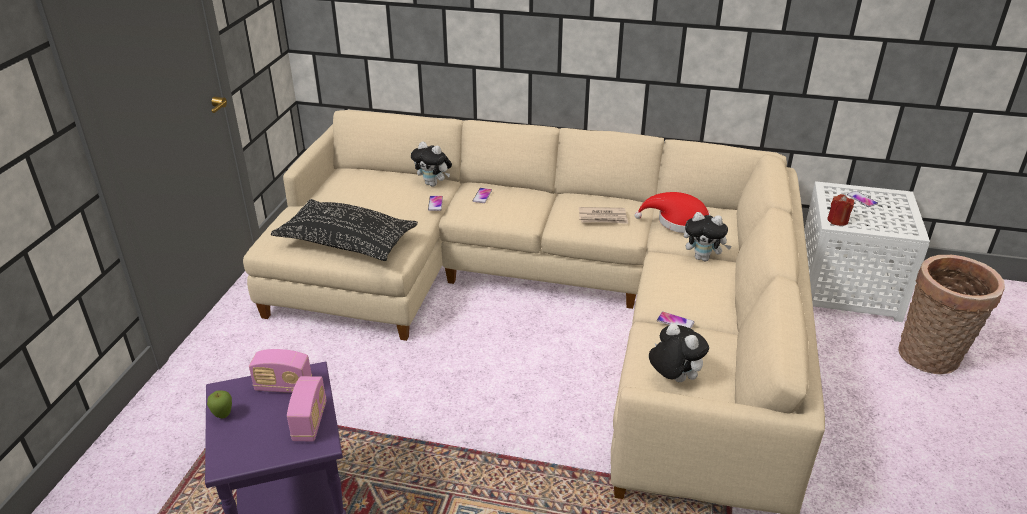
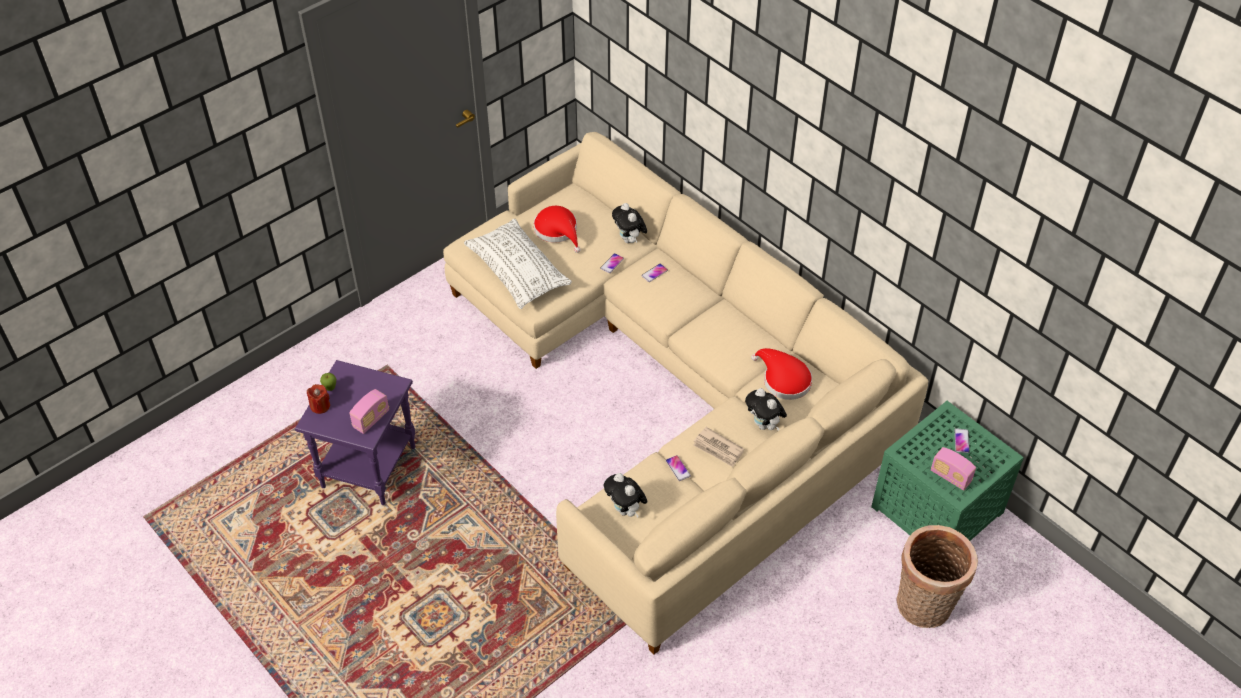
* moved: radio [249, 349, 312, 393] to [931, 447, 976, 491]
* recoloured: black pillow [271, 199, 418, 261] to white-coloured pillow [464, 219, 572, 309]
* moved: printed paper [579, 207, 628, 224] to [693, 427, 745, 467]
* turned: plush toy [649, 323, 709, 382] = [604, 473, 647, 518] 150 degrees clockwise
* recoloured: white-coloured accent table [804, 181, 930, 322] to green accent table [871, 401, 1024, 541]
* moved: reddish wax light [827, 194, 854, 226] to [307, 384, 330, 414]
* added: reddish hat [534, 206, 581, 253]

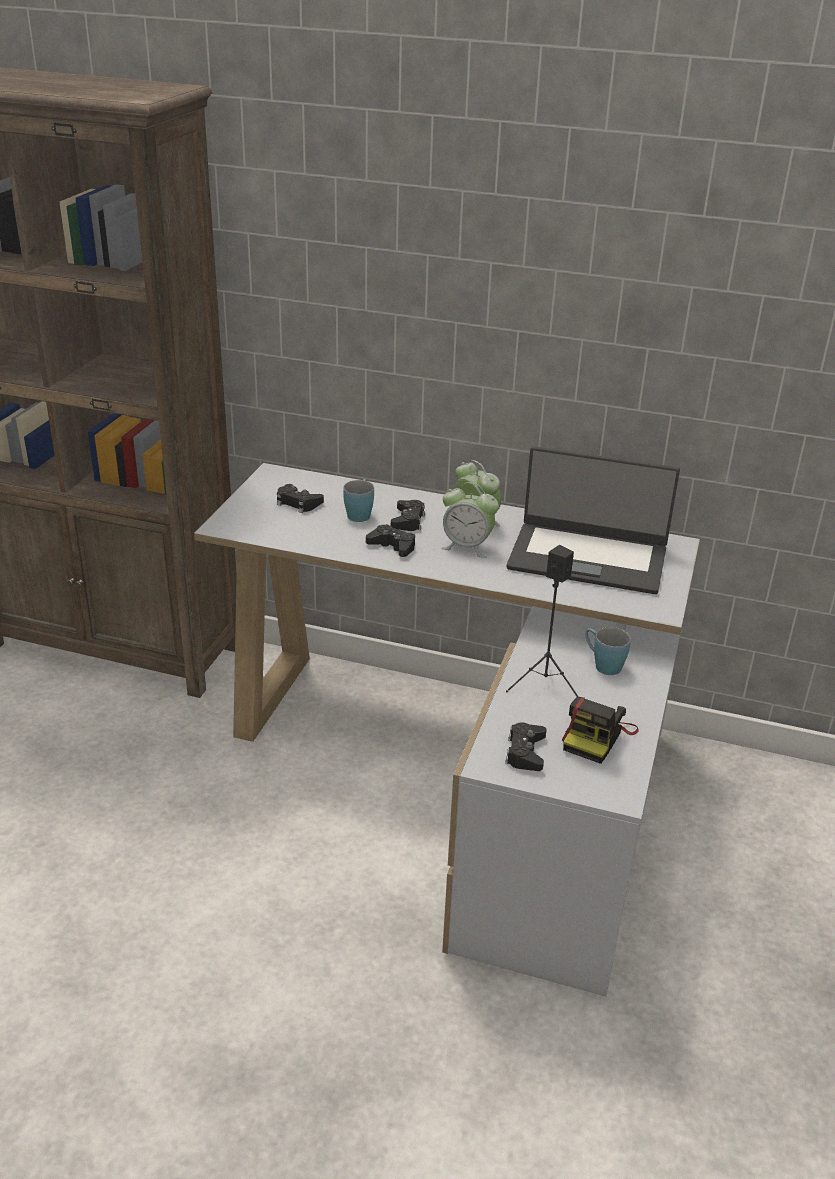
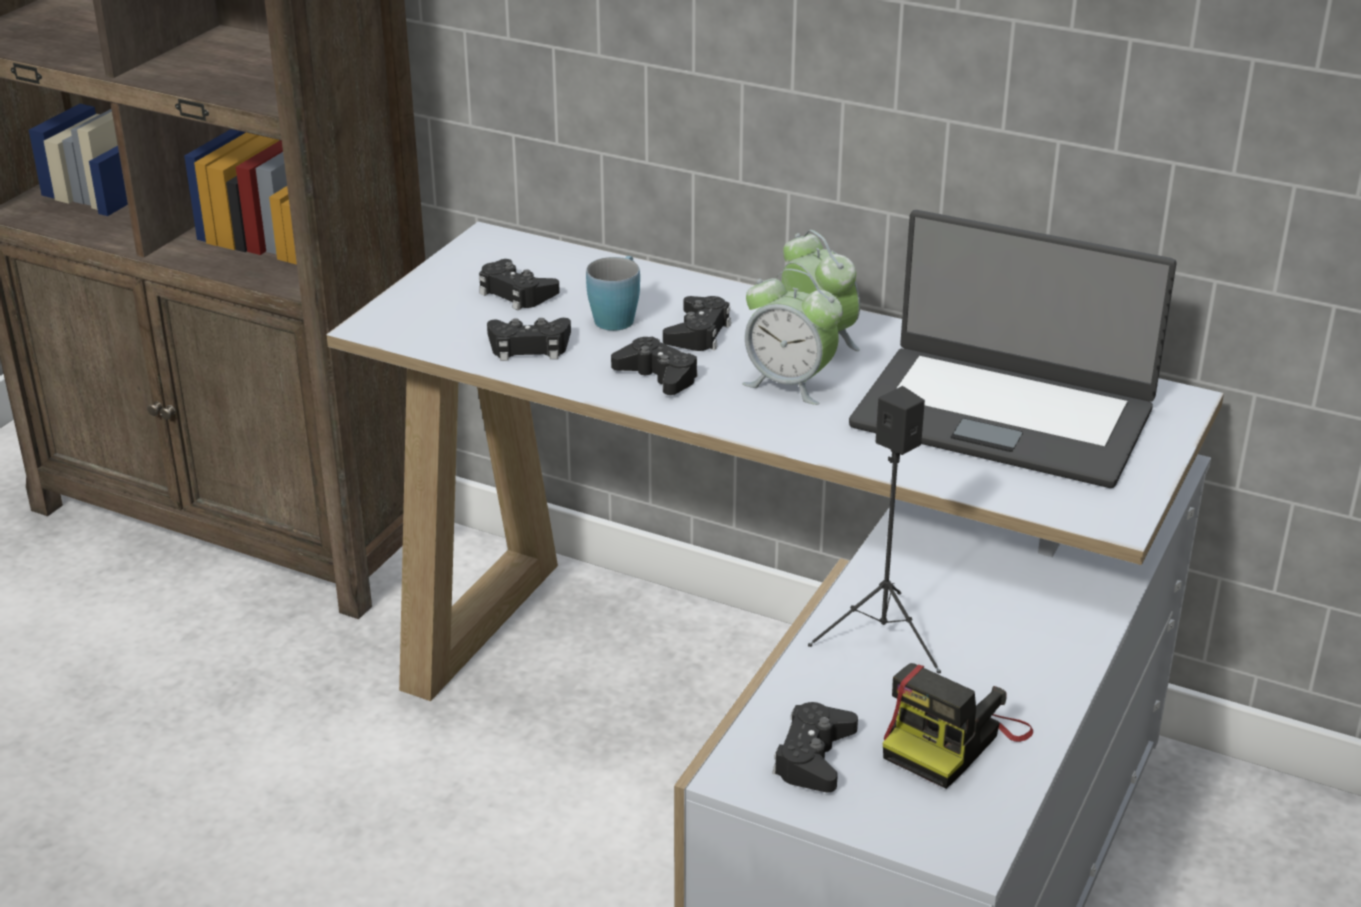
* removed: blue mug [585, 627, 631, 675]
* added: black joypad [487, 318, 571, 361]

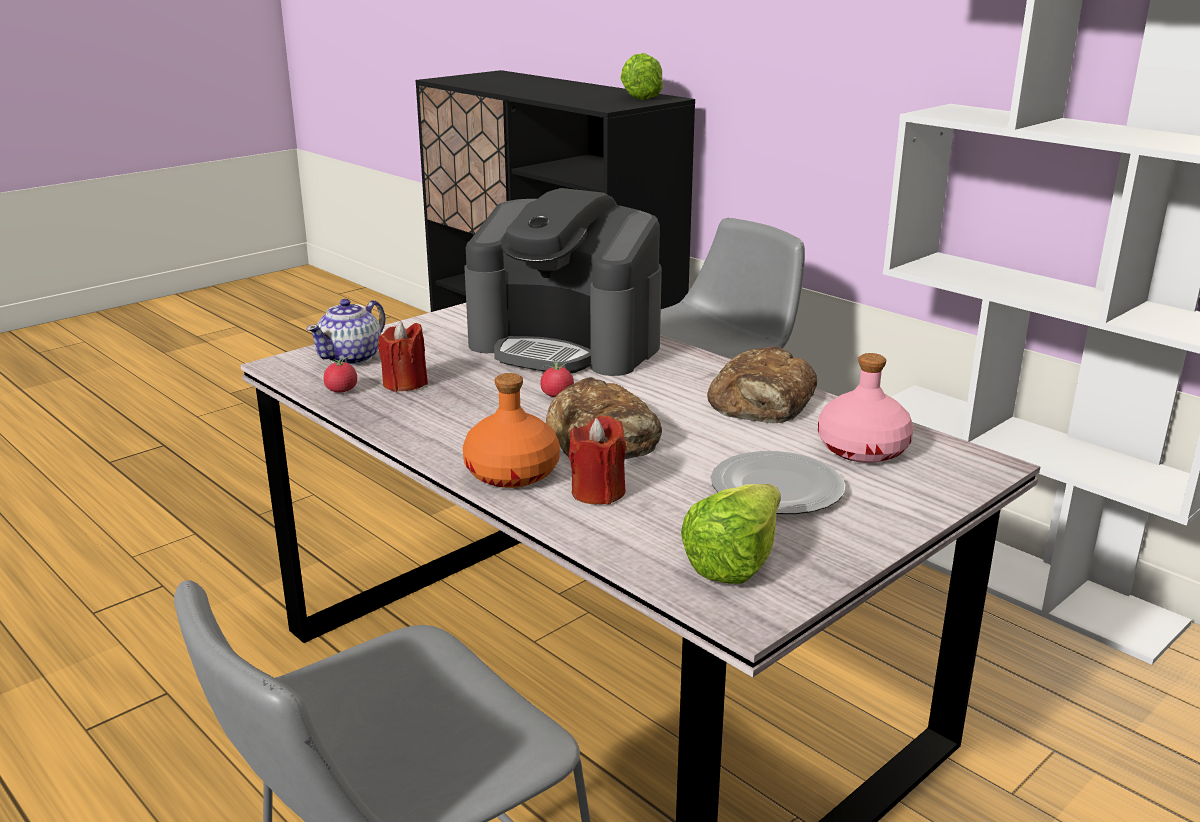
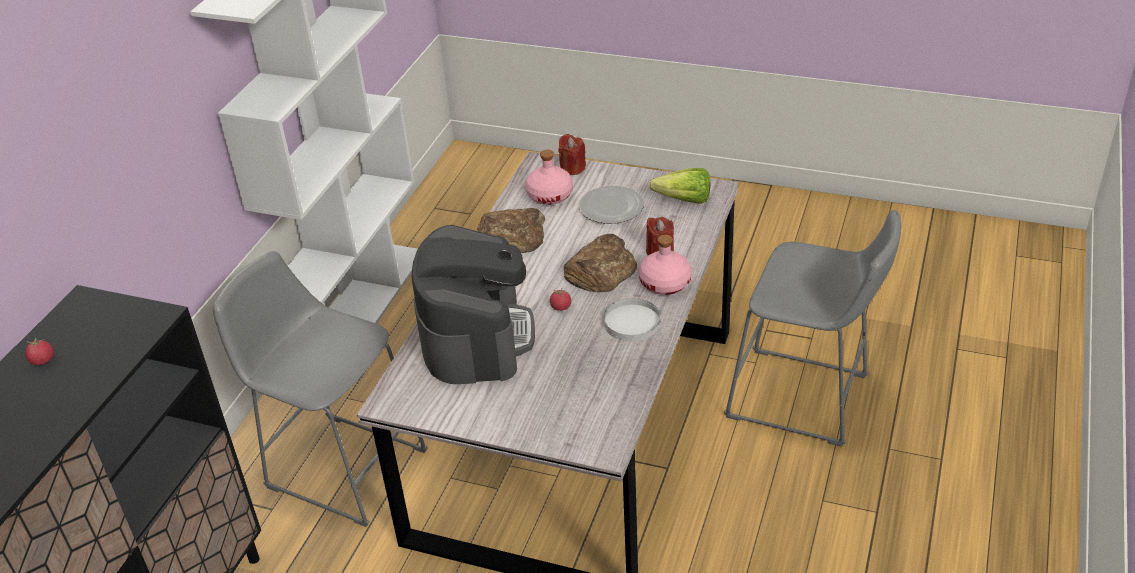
* removed: tea pot [306, 299, 386, 366]
* moved: tomato [323, 357, 357, 392] to [25, 336, 54, 365]
* moved: reddish wax light [378, 321, 428, 392] to [559, 134, 586, 175]
* recoloured: orange-coloured bottle [462, 373, 560, 488] to pink bottle [639, 235, 692, 295]
* removed: lettuce [620, 53, 663, 100]
* added: white-coloured flat dish [604, 298, 660, 342]

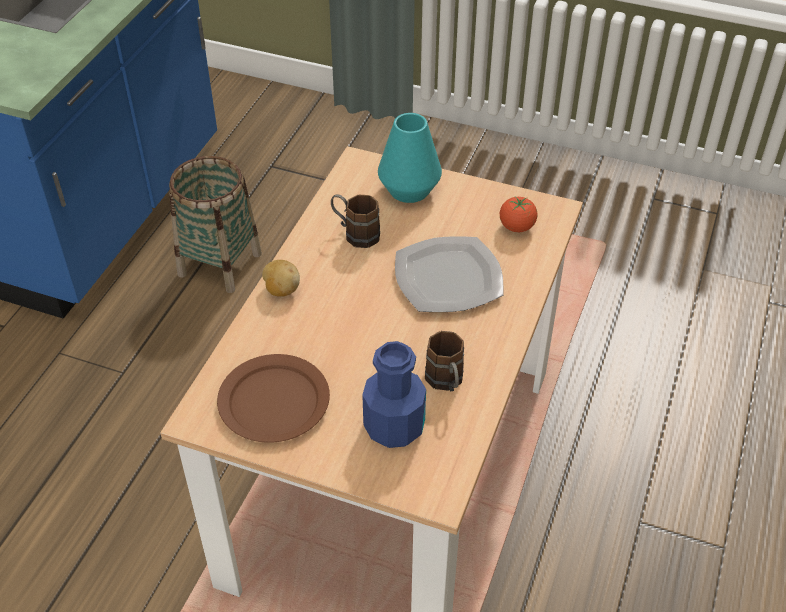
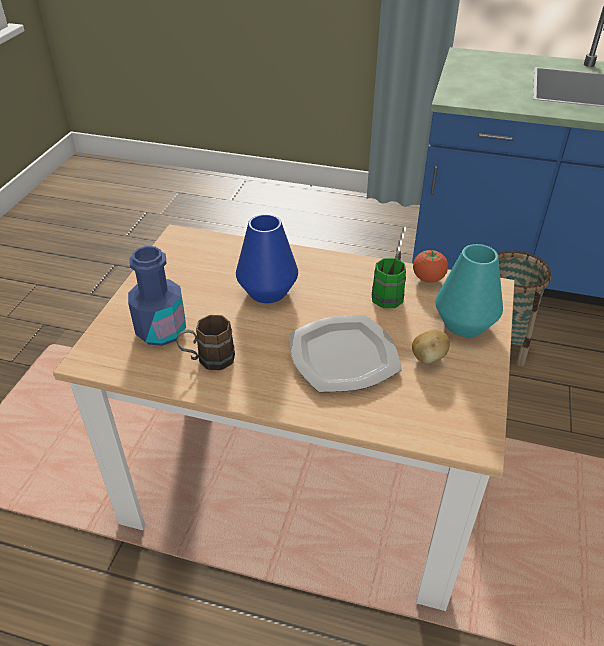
* removed: brown-coloured flat dish [217, 354, 330, 443]
* moved: whole potato [262, 260, 300, 297] to [412, 329, 450, 364]
* recoloured: brown-coloured mug [331, 194, 380, 248] to green mug [372, 251, 406, 308]
* moved: tomato [500, 197, 537, 232] to [413, 250, 448, 283]
* added: blue flower vase [236, 214, 298, 303]

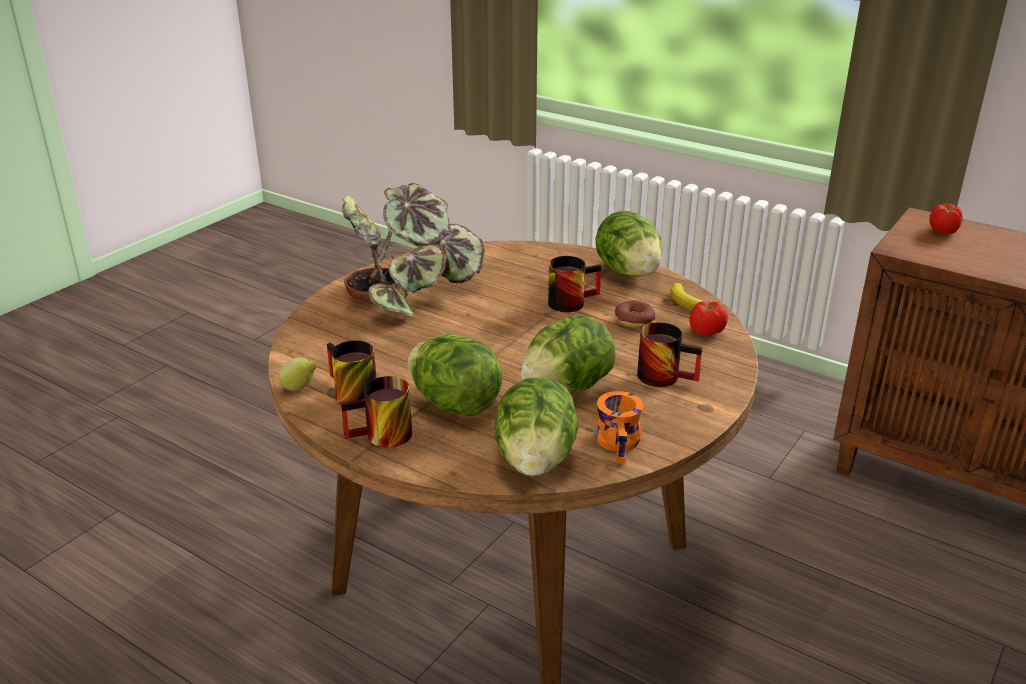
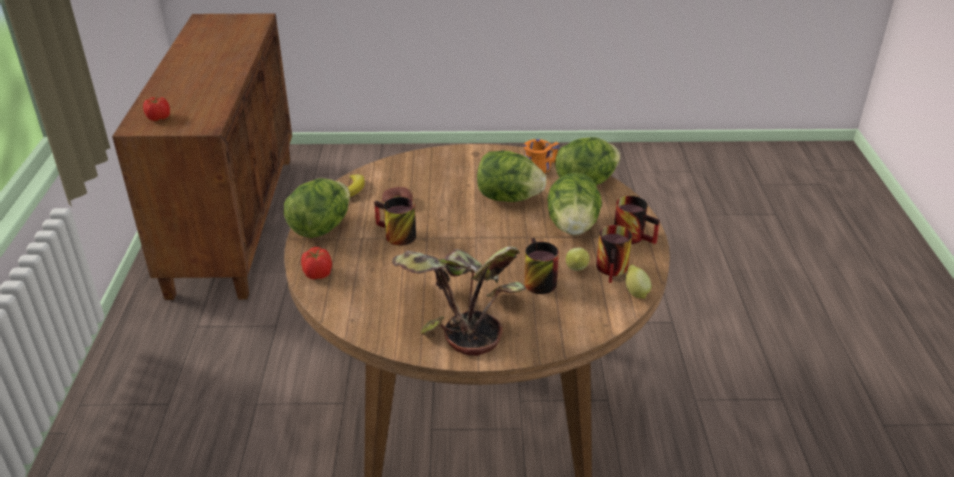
* moved: mug [637, 322, 702, 387] to [524, 238, 559, 294]
* moved: tomato [690, 301, 728, 336] to [301, 247, 332, 279]
* added: whole lemon [566, 247, 590, 271]

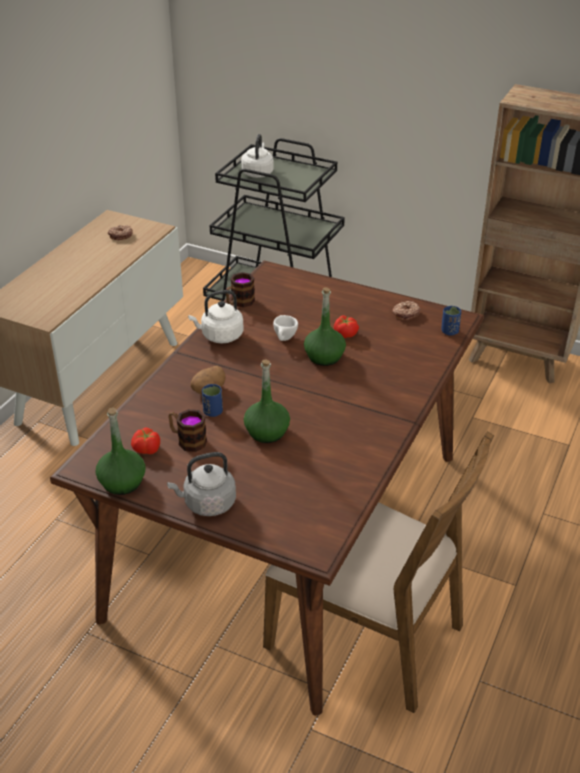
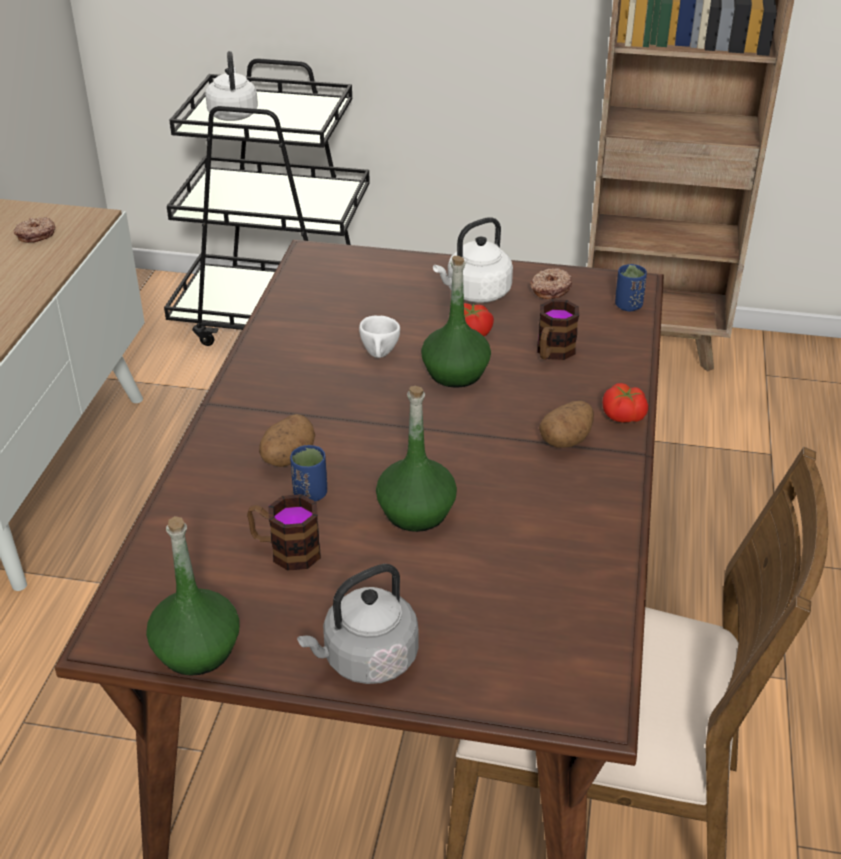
* moved: tomato [131, 427, 160, 454] to [602, 383, 648, 423]
* moved: white-coloured kettle [188, 290, 244, 343] to [433, 217, 513, 303]
* moved: mug [226, 272, 255, 307] to [537, 299, 579, 360]
* added: whole potato [539, 401, 594, 448]

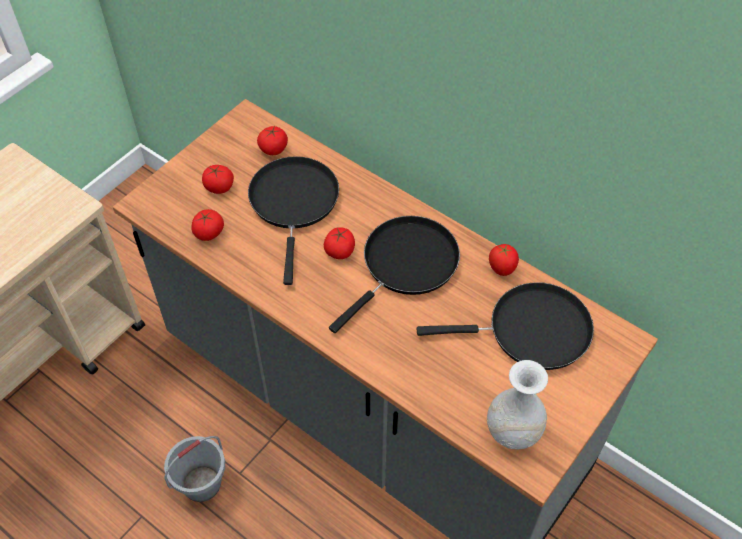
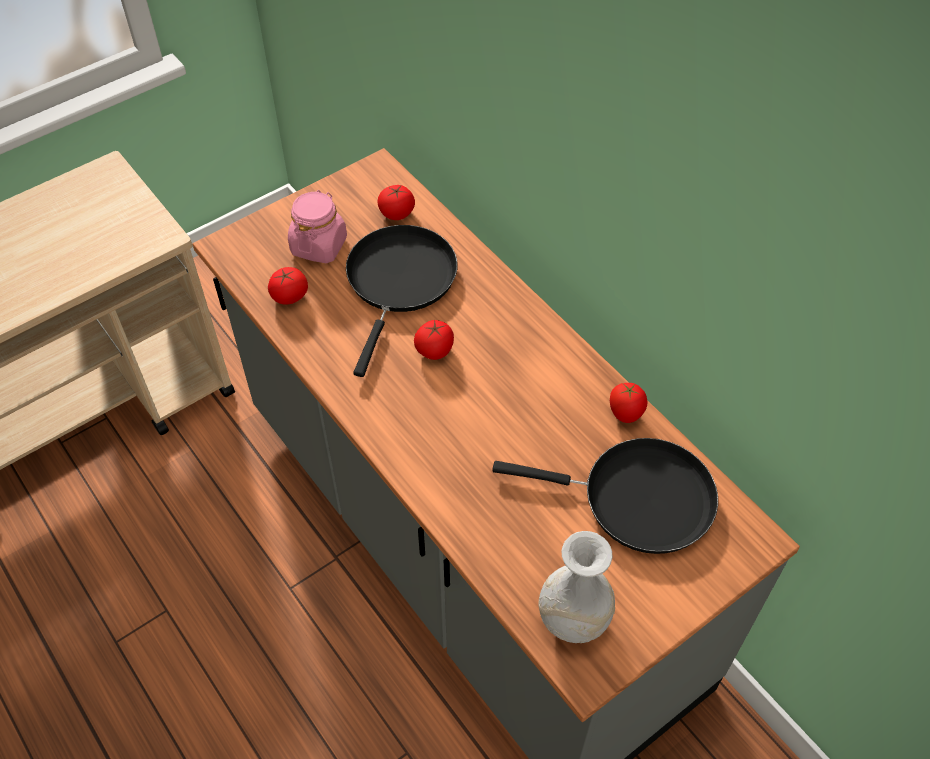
* removed: greyish bucket [164, 436, 225, 502]
* replaced: tomato [202, 165, 234, 194] to pink preserve jar [288, 190, 347, 263]
* removed: black skillet [329, 216, 460, 333]

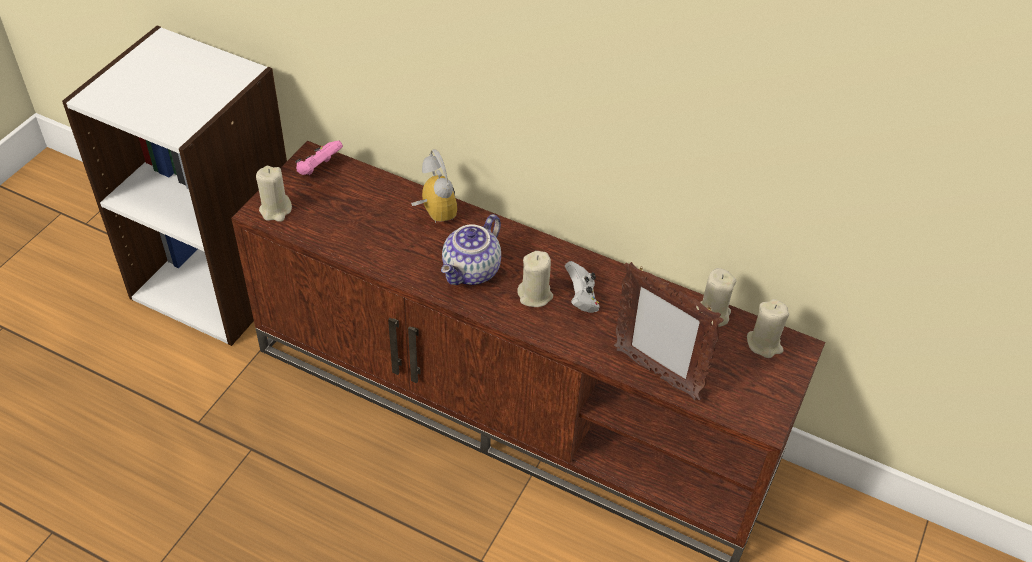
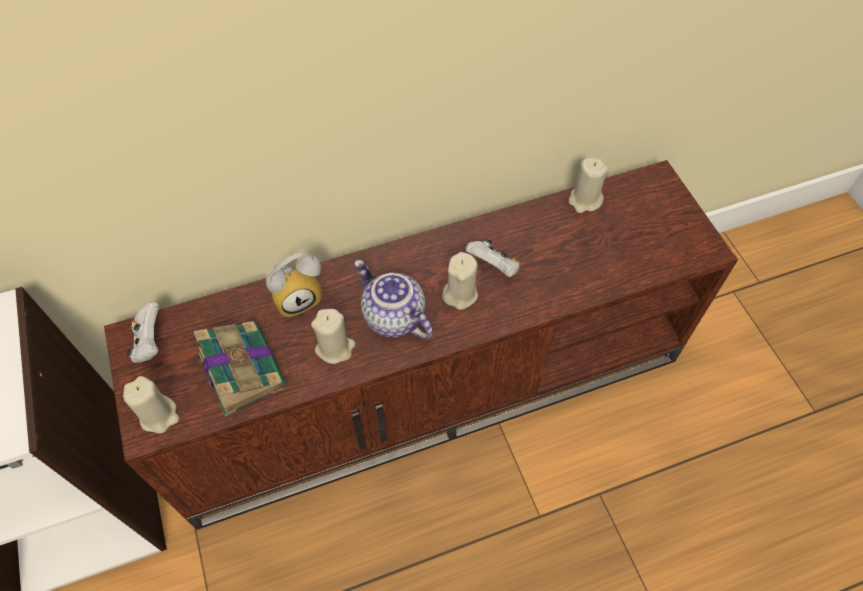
* recoloured: pink joypad [296, 140, 343, 175] to white-coloured joypad [127, 302, 159, 363]
* turned: alarm clock [411, 149, 457, 223] = [266, 252, 323, 317] 135 degrees clockwise
* turned: tea pot [441, 214, 501, 285] = [354, 260, 433, 340] 150 degrees clockwise
* removed: photo frame [614, 262, 724, 400]
* moved: beige wax light [747, 299, 789, 358] to [311, 309, 355, 364]
* added: bound book [194, 320, 286, 416]

